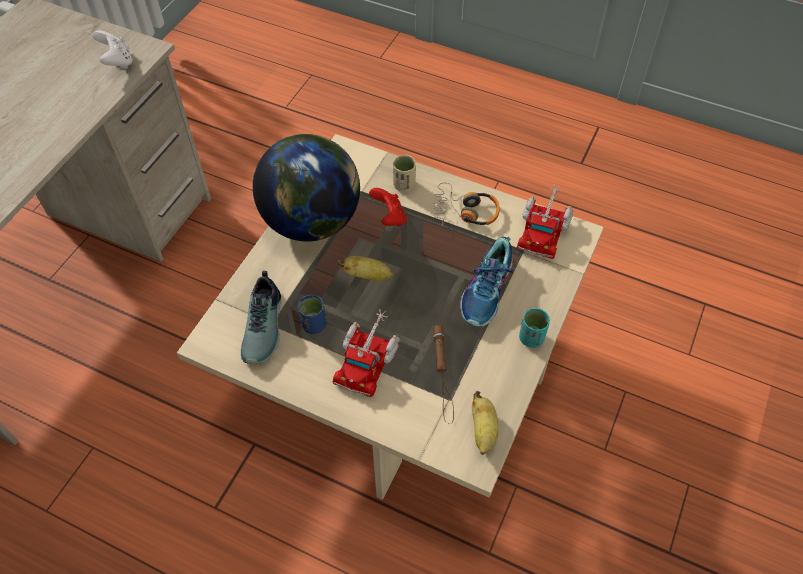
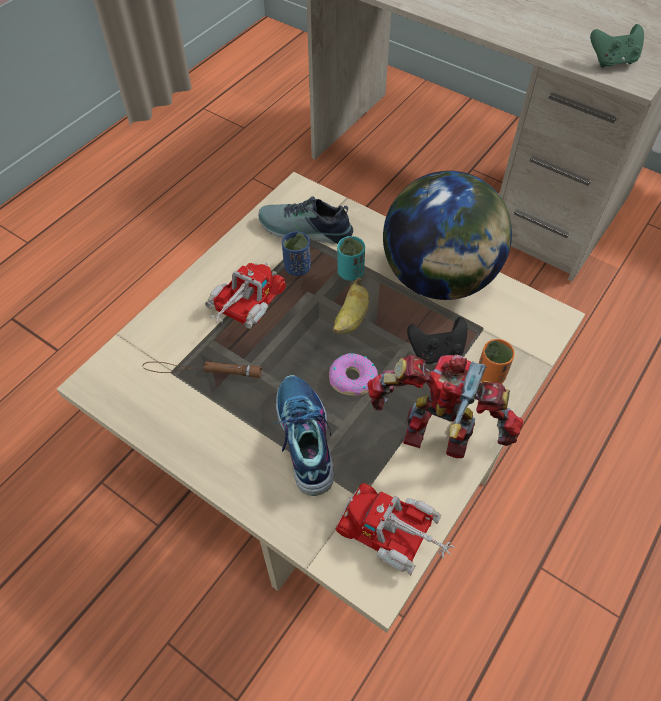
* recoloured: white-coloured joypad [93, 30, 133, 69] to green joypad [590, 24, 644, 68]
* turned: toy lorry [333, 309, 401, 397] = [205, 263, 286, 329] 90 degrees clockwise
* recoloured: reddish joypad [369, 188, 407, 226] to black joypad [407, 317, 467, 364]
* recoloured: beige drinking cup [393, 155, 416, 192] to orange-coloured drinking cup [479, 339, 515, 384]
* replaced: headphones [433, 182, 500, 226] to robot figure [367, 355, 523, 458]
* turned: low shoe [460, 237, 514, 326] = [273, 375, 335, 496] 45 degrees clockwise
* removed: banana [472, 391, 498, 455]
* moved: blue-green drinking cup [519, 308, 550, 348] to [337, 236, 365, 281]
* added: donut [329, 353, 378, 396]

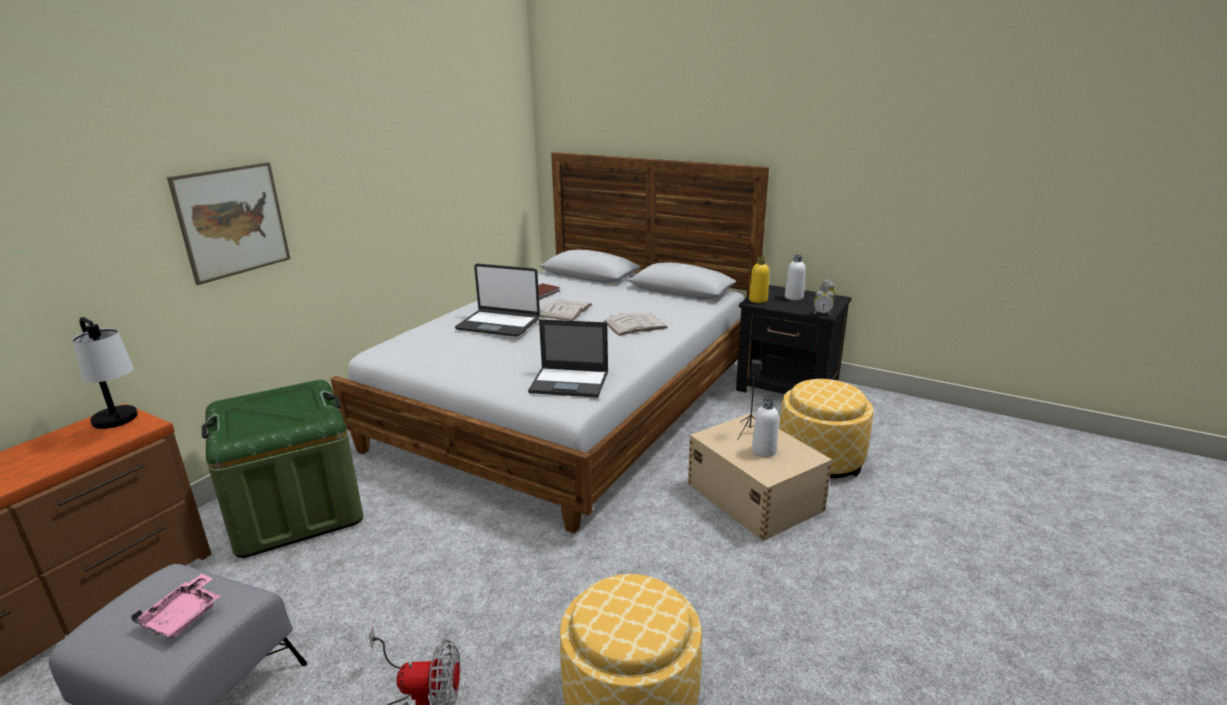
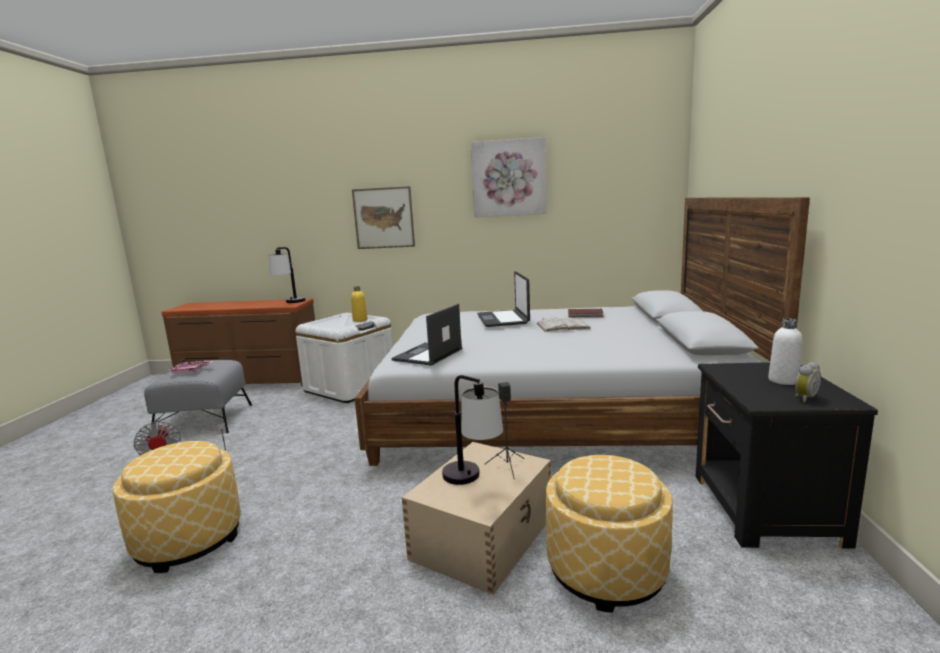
* recoloured: green storage bin [202, 380, 363, 558] to white-coloured storage bin [295, 313, 393, 403]
* turned: notebook computer [528, 319, 608, 398] = [391, 304, 462, 366] 45 degrees clockwise
* removed: white-coloured bound book [603, 313, 668, 336]
* moved: yellowish bottle [749, 257, 769, 303] to [351, 286, 368, 322]
* replaced: white-coloured bottle [752, 398, 779, 457] to tabletop lamp [442, 375, 503, 485]
* removed: alarm clock [814, 291, 834, 315]
* added: picture [471, 137, 547, 217]

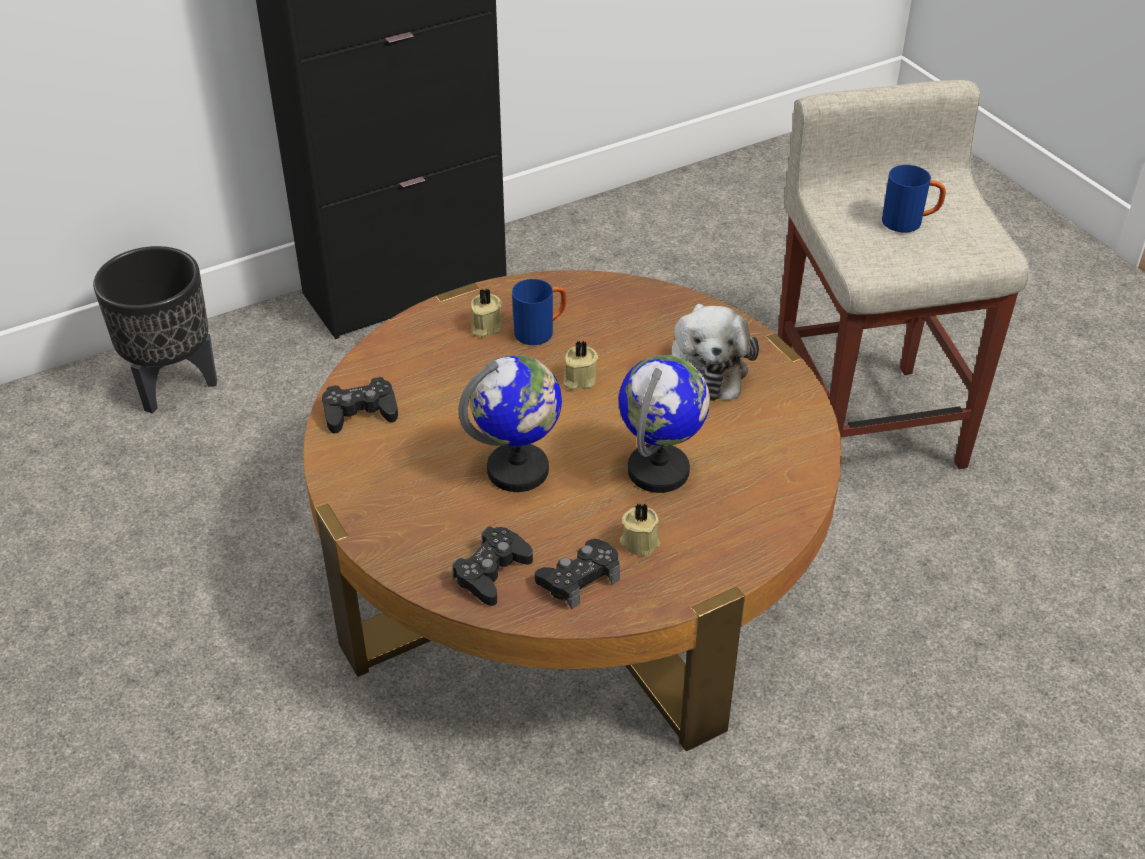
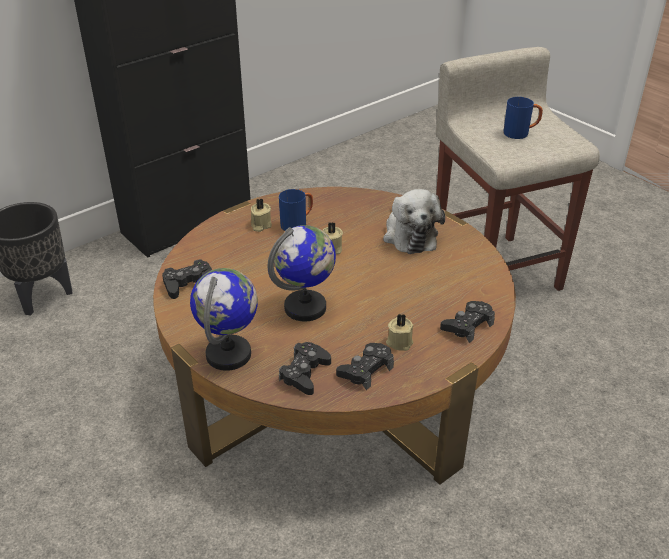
* moved: world globe [619, 355, 710, 493] to [190, 268, 258, 371]
* added: black joypad [440, 301, 495, 343]

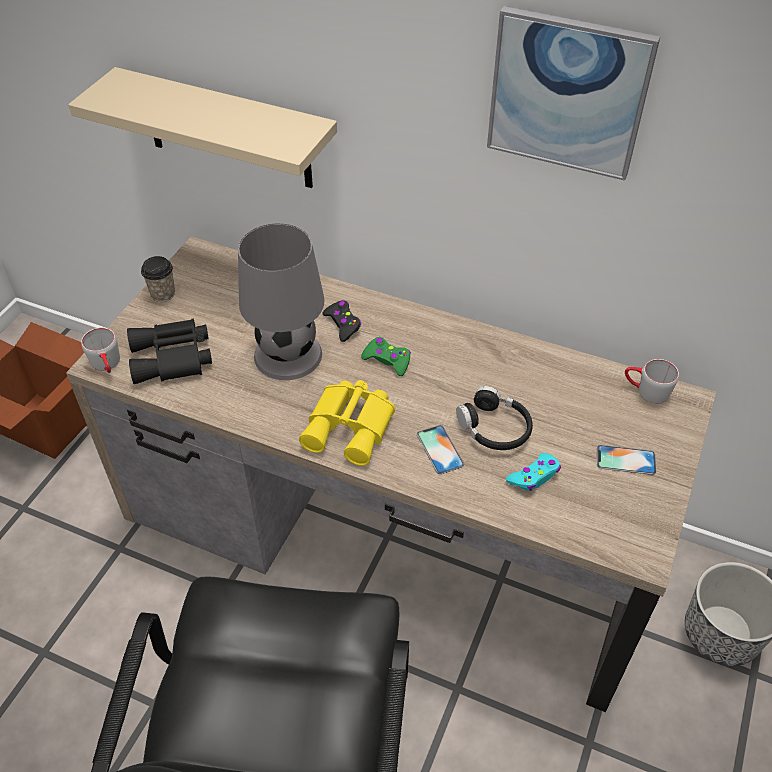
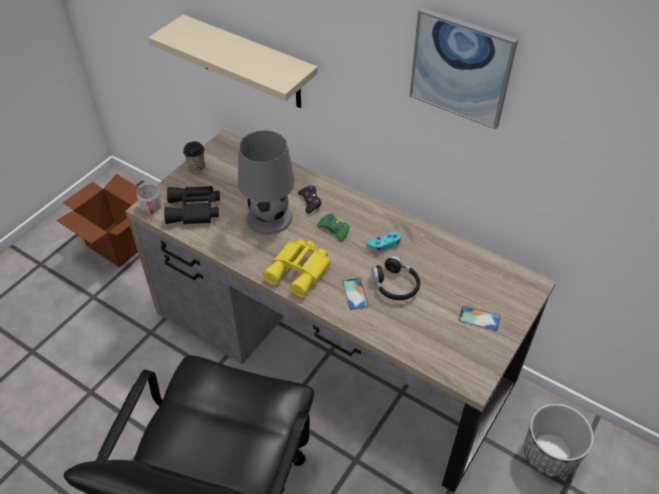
* moved: blue-green joypad [506, 453, 561, 491] to [366, 232, 401, 251]
* removed: greyish mug [625, 359, 679, 404]

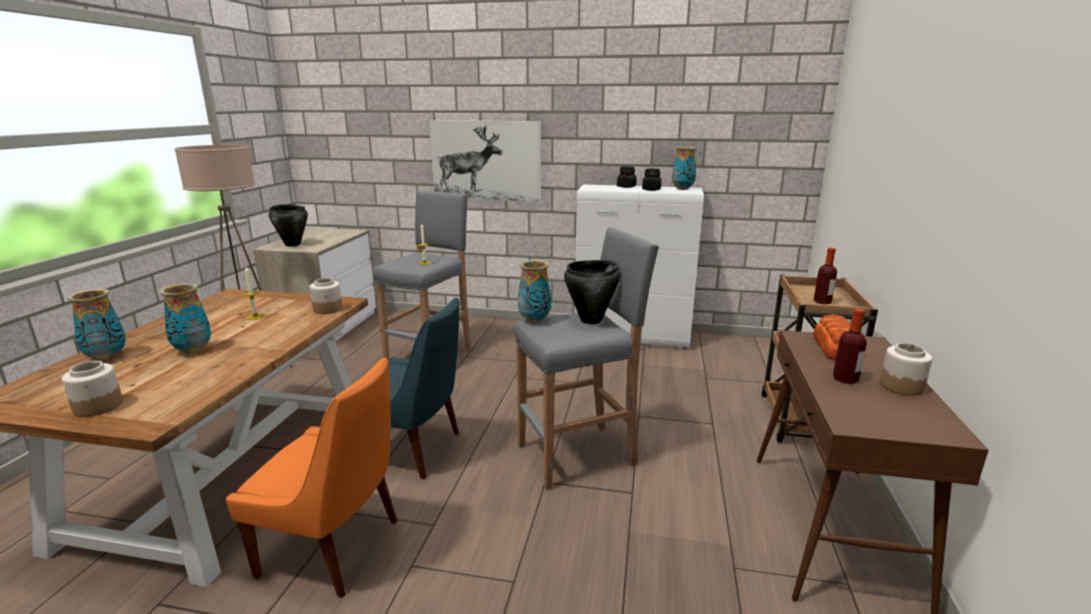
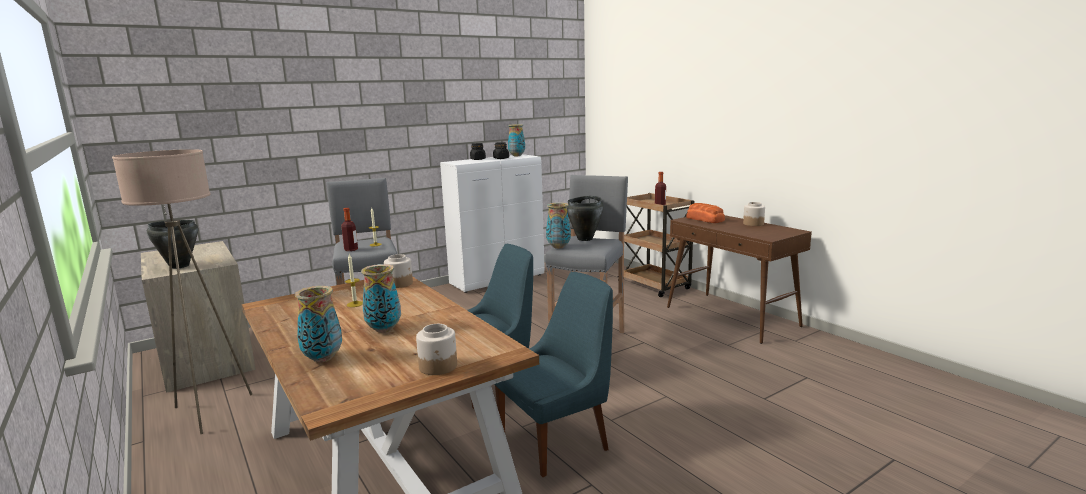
* recoloured: orange-coloured chair [226, 357, 397, 598] to blue chair [494, 272, 613, 477]
* removed: picture [429, 120, 541, 202]
* moved: bottle [833, 308, 867, 384] to [341, 208, 358, 251]

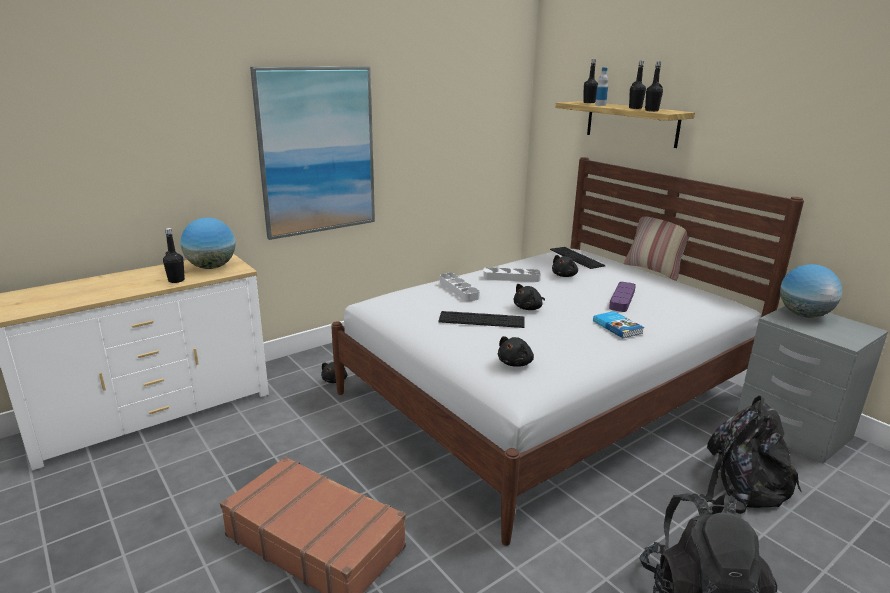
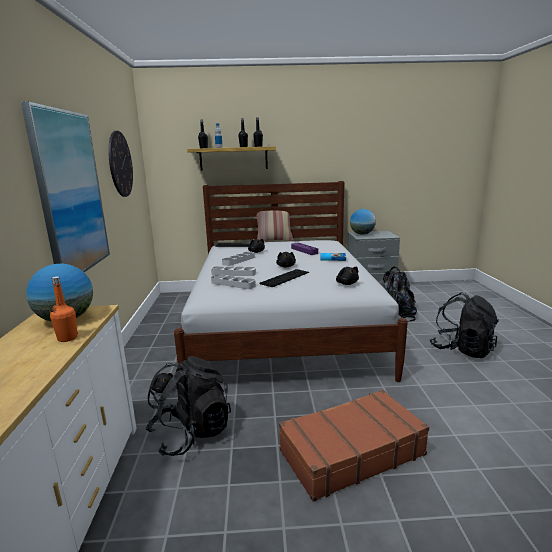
* recoloured: black bottle [163, 228, 185, 283] to orange-coloured bottle [50, 276, 78, 342]
* added: wall clock [108, 131, 133, 197]
* added: black backpack [146, 356, 231, 456]
* added: greyish serving tray [211, 274, 256, 289]

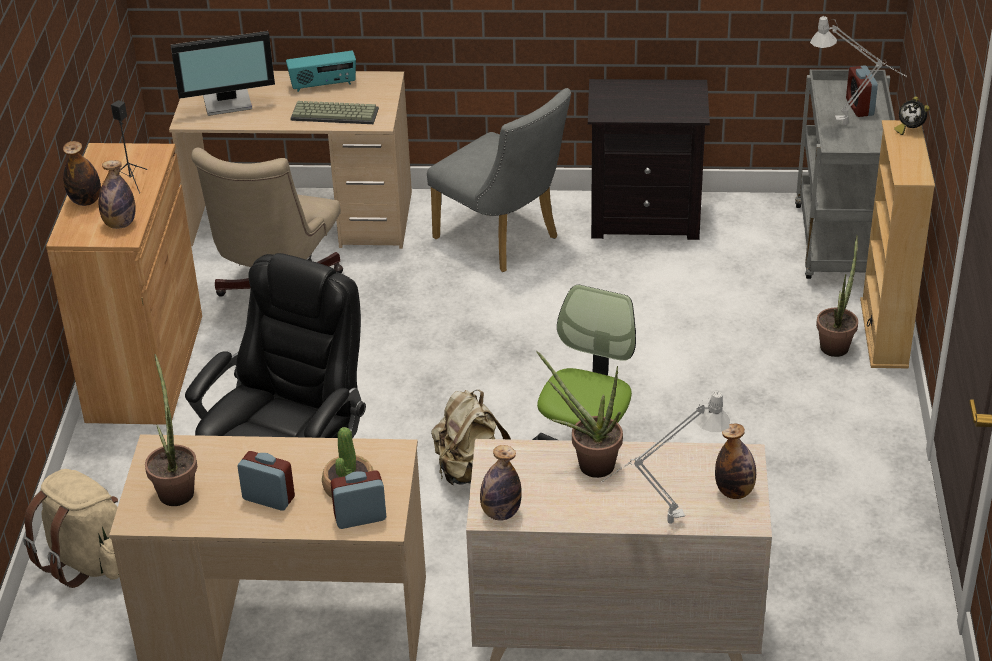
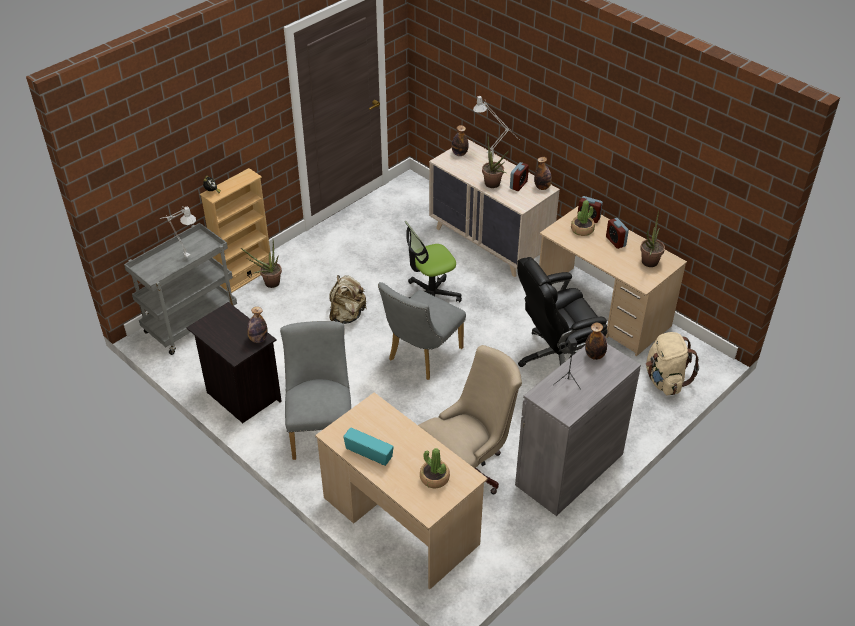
* recoloured: brown-coloured cabinet [46, 143, 202, 425] to greyish cabinet [515, 344, 641, 516]
* moved: bottle [63, 141, 101, 206] to [247, 307, 268, 343]
* replaced: computer screen [171, 31, 275, 116] to potted plant [420, 448, 450, 488]
* removed: PC keyboard [290, 101, 379, 124]
* moved: beige backpack [431, 390, 511, 486] to [329, 275, 366, 324]
* moved: alarm clock [846, 65, 878, 117] to [510, 162, 529, 191]
* added: greyish chair [378, 282, 466, 380]

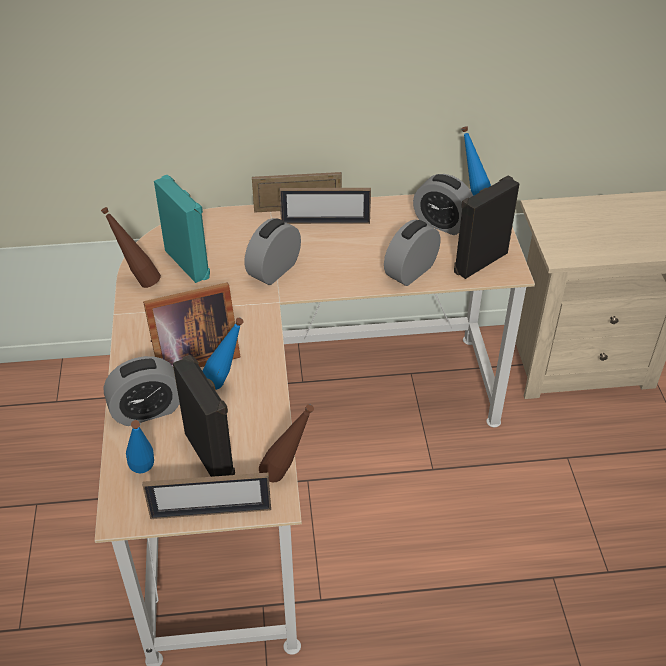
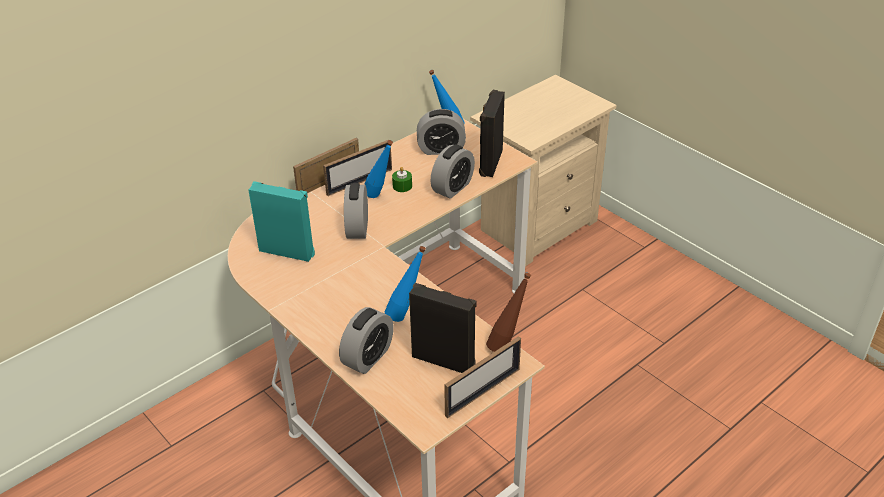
* removed: brown-coloured bottle [101, 207, 161, 288]
* moved: blue bottle [126, 420, 154, 474] to [364, 140, 393, 198]
* removed: photo frame [143, 282, 240, 367]
* turned: alarm clock [384, 219, 440, 286] = [431, 144, 475, 199] 150 degrees counterclockwise
* added: green wax light [392, 167, 412, 192]

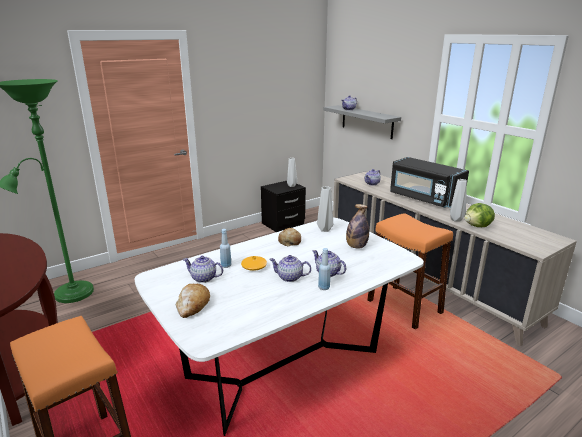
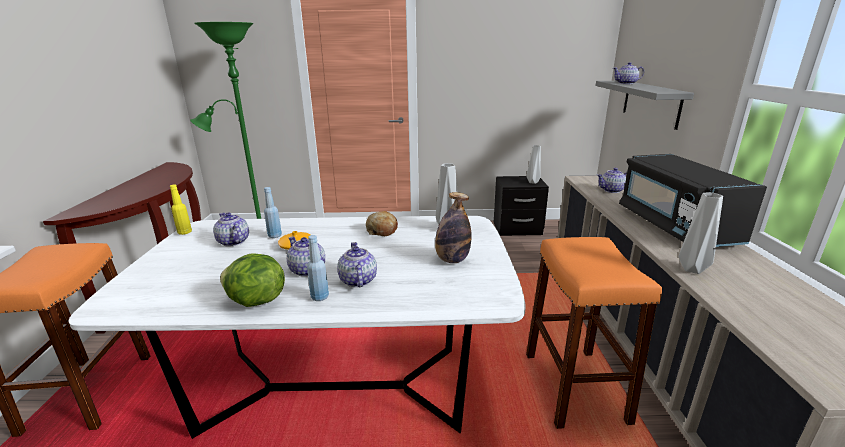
* removed: bread [176, 284, 210, 318]
* moved: lettuce [464, 203, 495, 227] to [220, 254, 285, 307]
* added: yellowish bottle [170, 185, 192, 235]

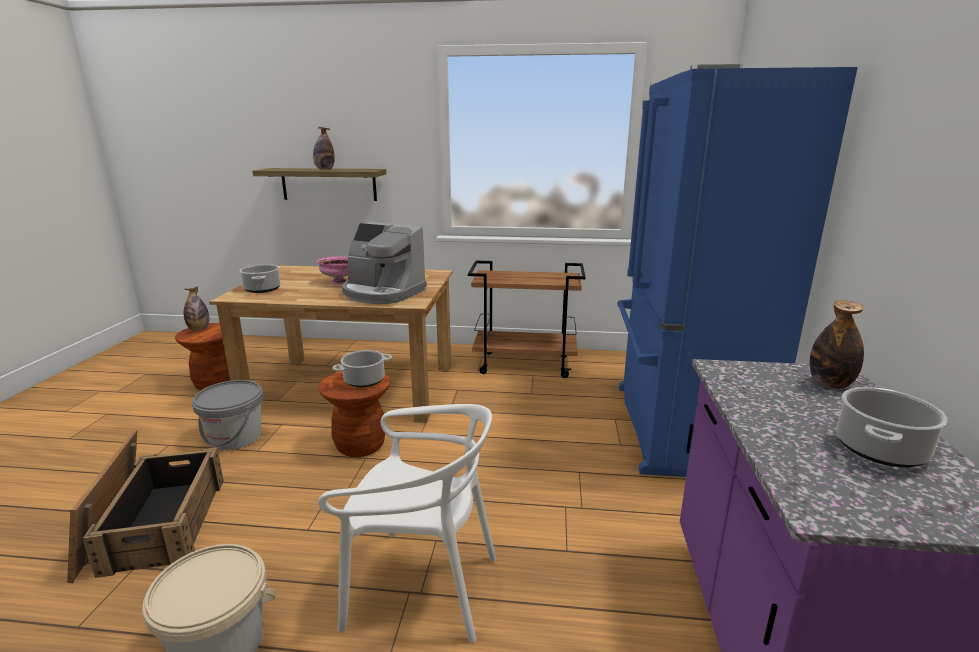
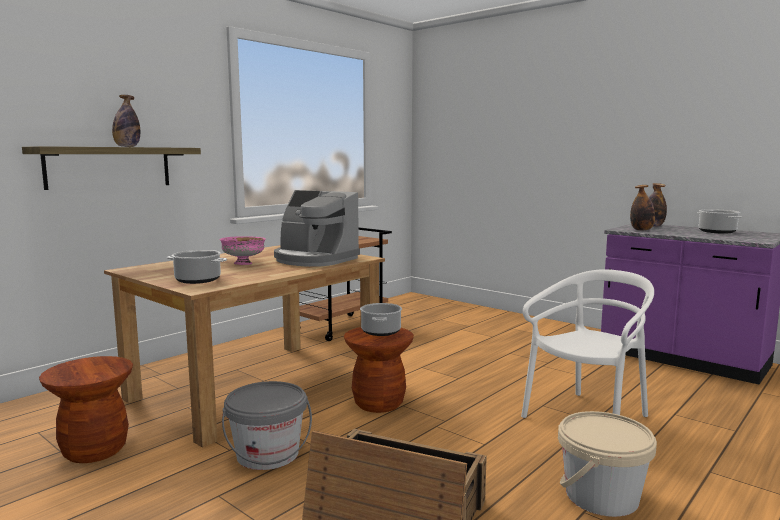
* moved: bottle [184, 287, 209, 331] to [630, 185, 655, 231]
* turned: coffee machine [342, 222, 427, 304] = [274, 190, 360, 267] 60 degrees clockwise
* removed: blue refrigerator [617, 64, 858, 477]

